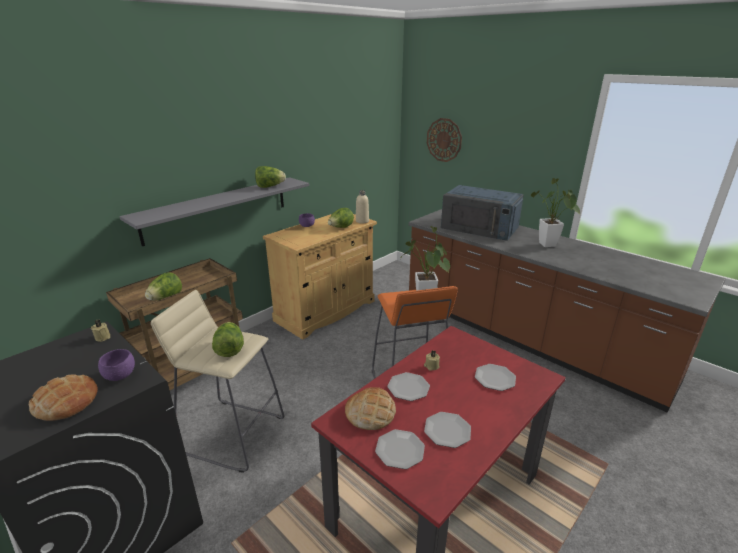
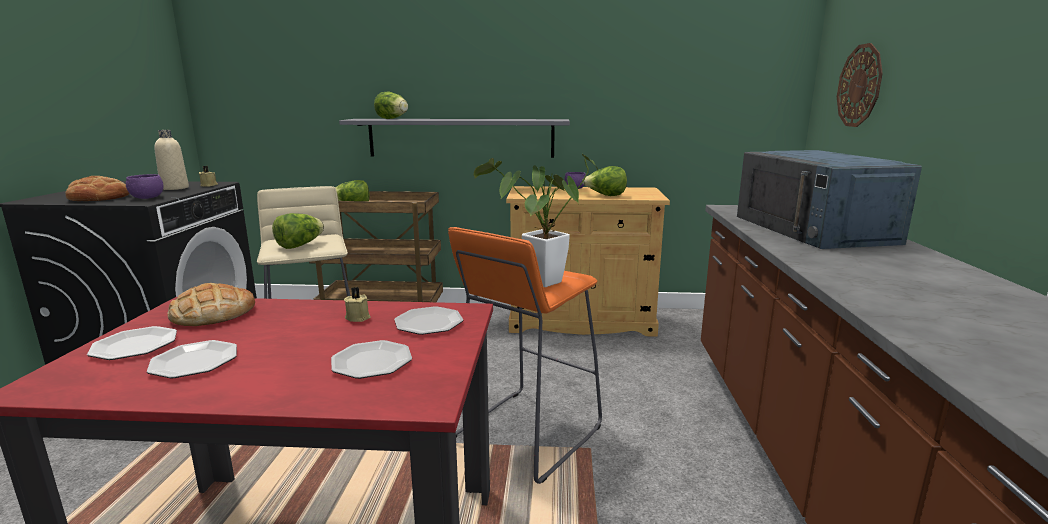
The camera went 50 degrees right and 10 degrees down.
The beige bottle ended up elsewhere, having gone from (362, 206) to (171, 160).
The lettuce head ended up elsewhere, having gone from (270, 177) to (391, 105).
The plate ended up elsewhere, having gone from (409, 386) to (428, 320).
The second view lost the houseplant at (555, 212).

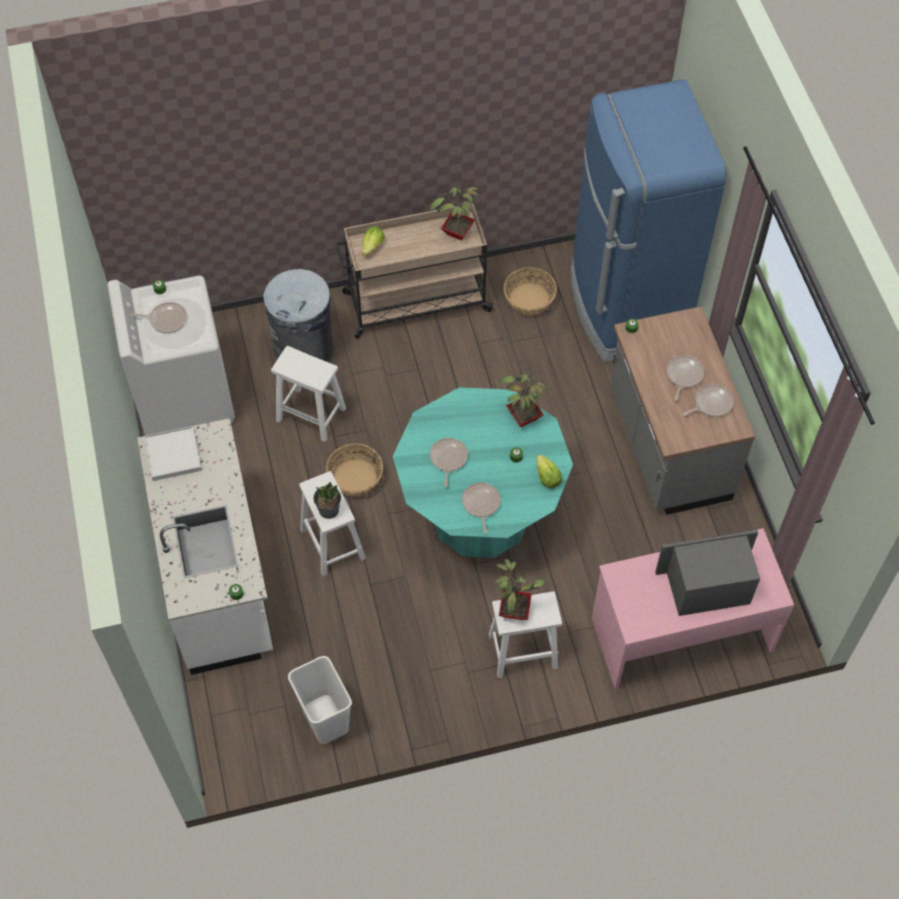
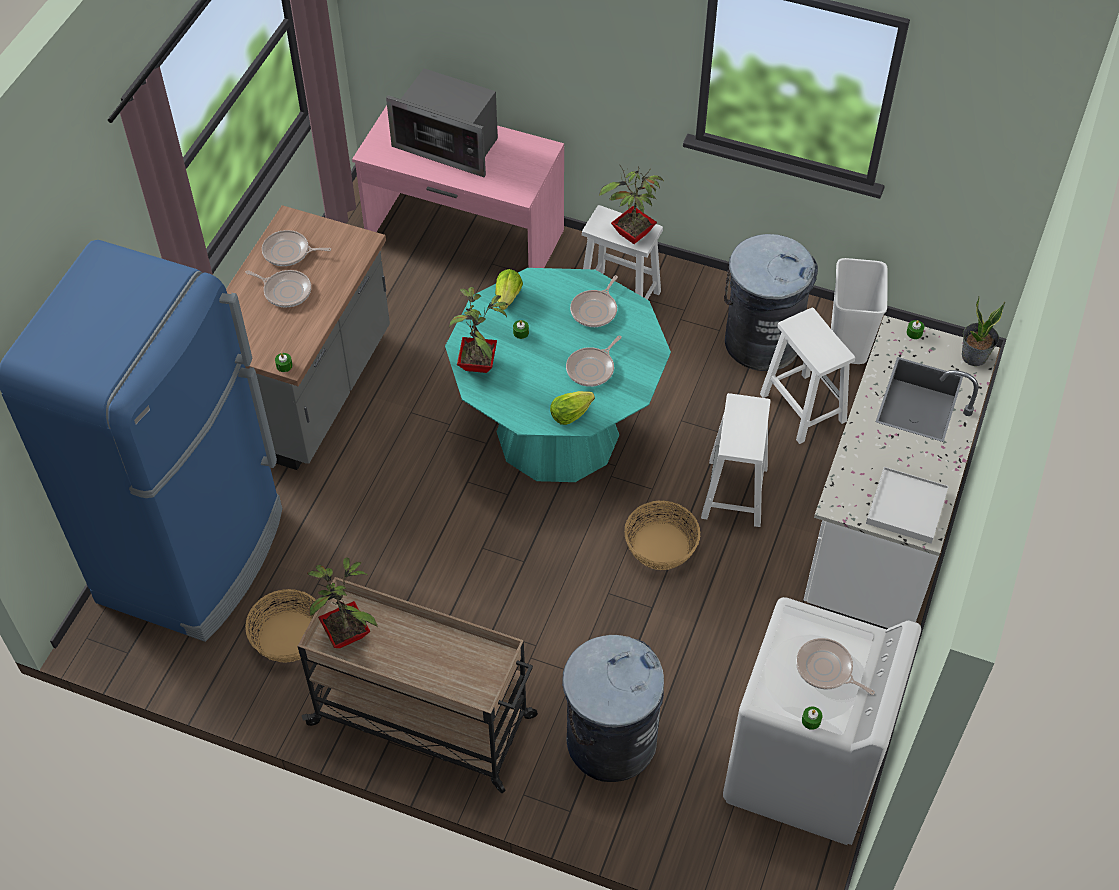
The camera went 145 degrees left and 5 degrees down.
The frying pan at (685, 377) ended up facing another way, 120 degrees counterclockwise from before.
The lettuce head ended up elsewhere, having gone from (373, 241) to (572, 408).
The second view gained the greyish rubbish bin at (771, 302).
The white stool ended up elsewhere, having gone from (308, 394) to (807, 376).
The houseplant ended up elsewhere, having gone from (327, 500) to (983, 331).

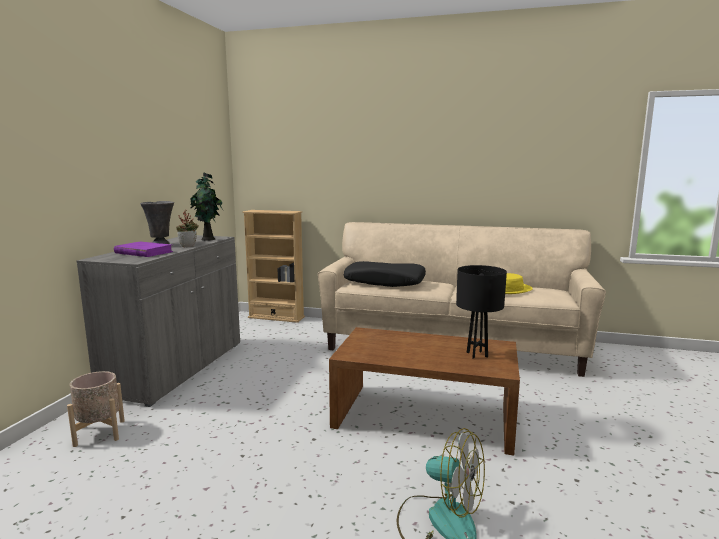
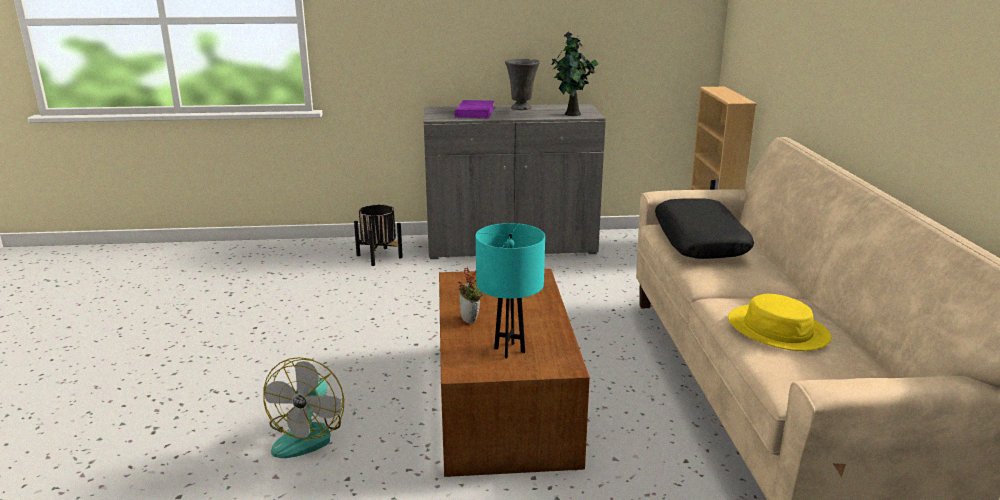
The camera went 70 degrees right and 10 degrees up.
What was the beige planter at (96, 409) turned into the blackish planter at (378, 235).
The houseplant ended up elsewhere, having gone from (187, 228) to (470, 295).
What was the blackish lamp for a table at (481, 312) turned into the turquoise-coloured lamp for a table at (510, 290).

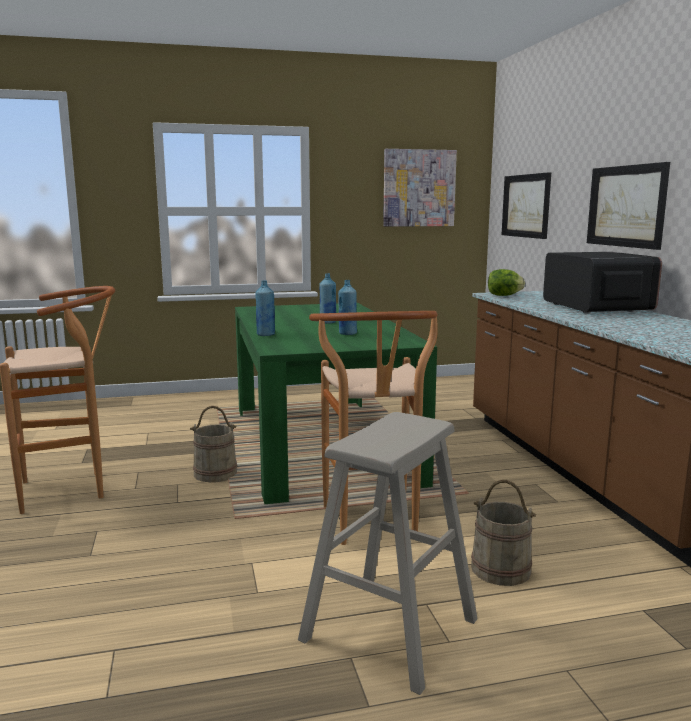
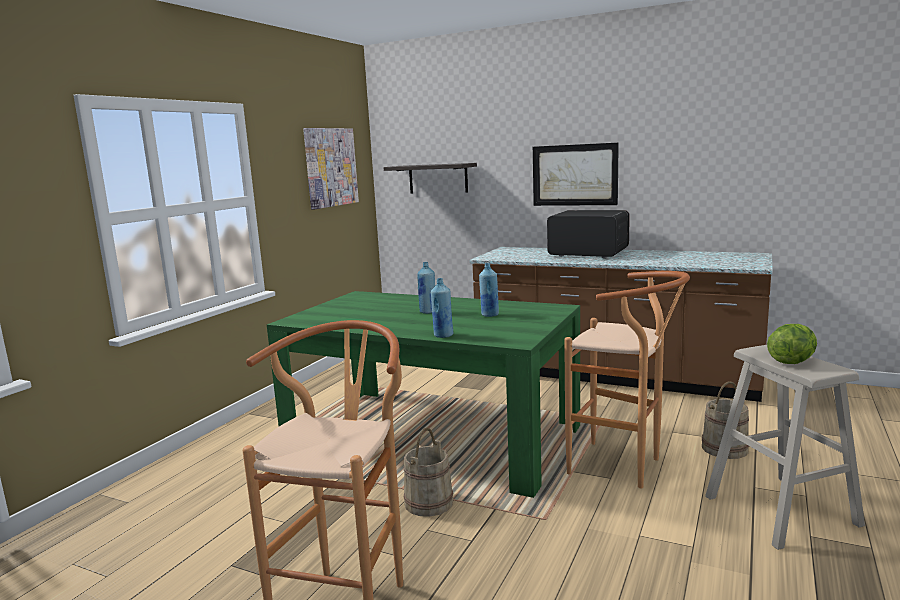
The camera went 50 degrees left and 0 degrees up.
Where the wall picture hung at (526, 205), the shelf came to hang at (430, 178).
The lettuce head ended up elsewhere, having gone from (506, 282) to (792, 344).

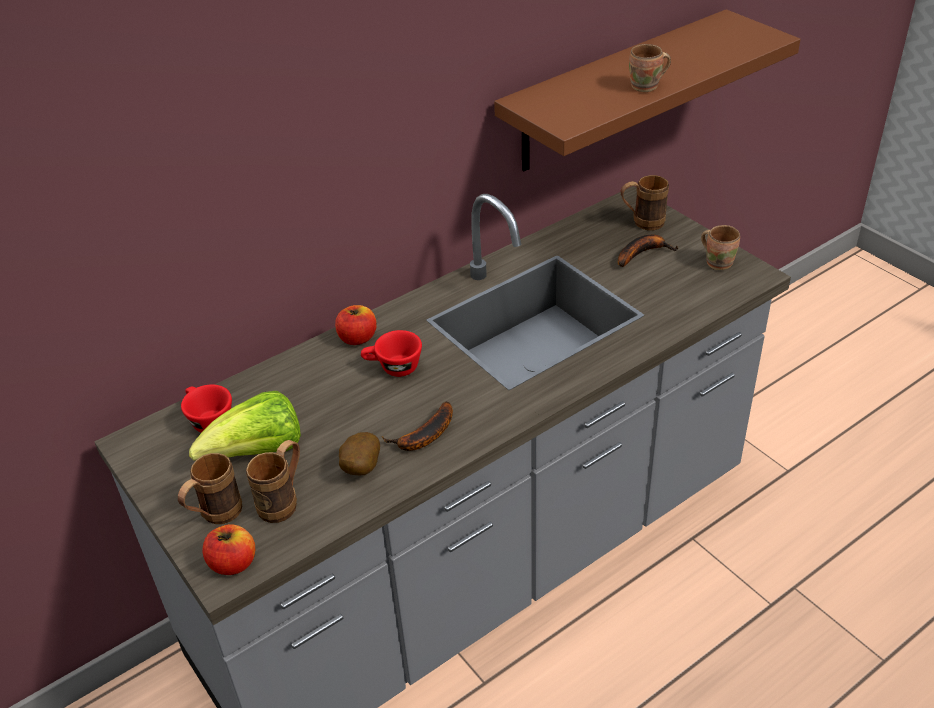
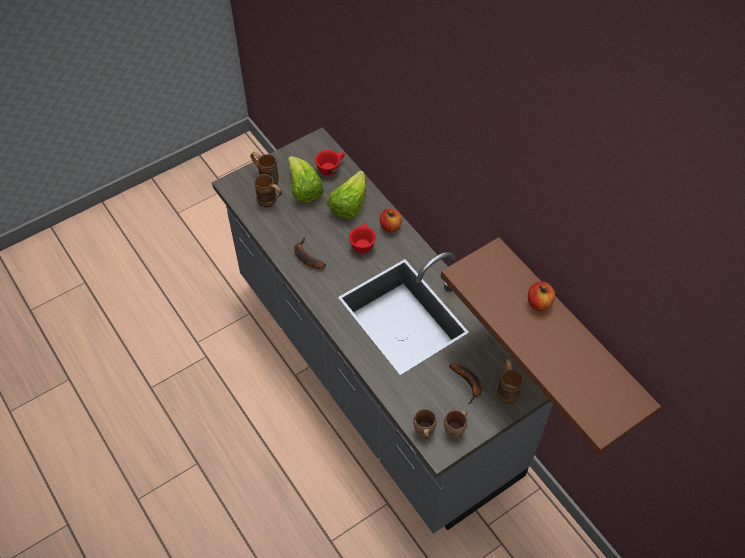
The camera went 90 degrees right and 15 degrees up.
The second view gained the lettuce head at (346, 194).
The brown tea mug ended up elsewhere, having gone from (650, 68) to (425, 424).
The apple ended up elsewhere, having gone from (228, 549) to (541, 296).
The second view lost the potato at (359, 453).

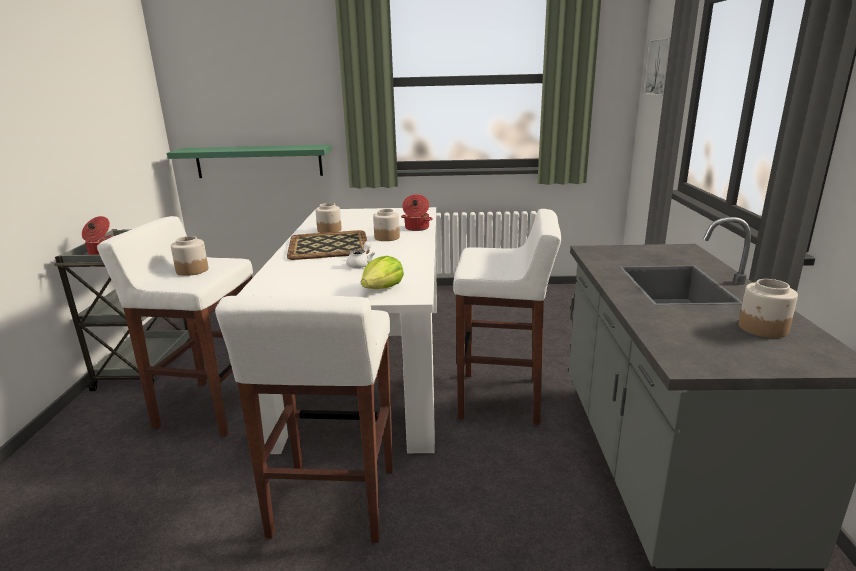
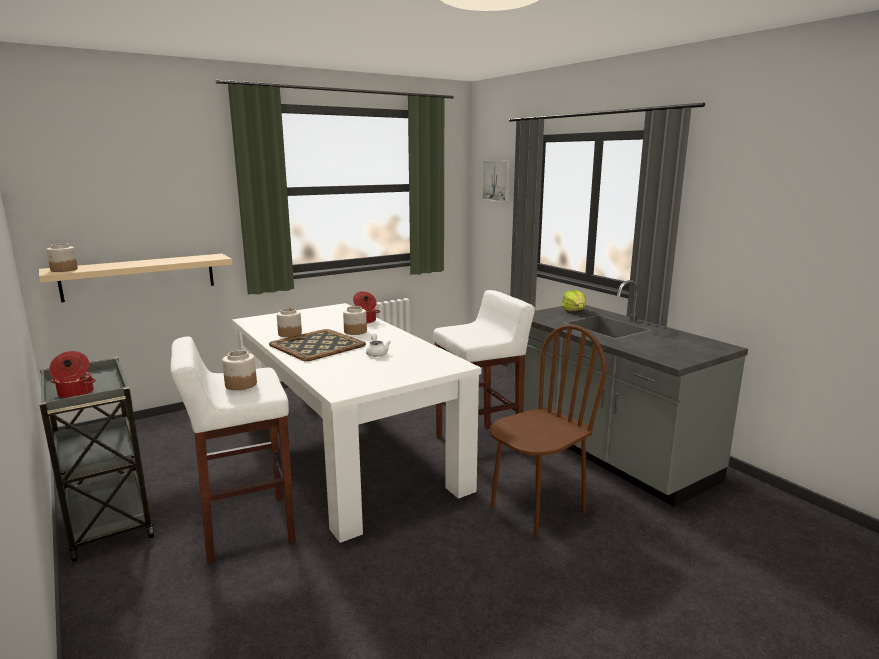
The camera went 35 degrees left and 5 degrees down.
What was the greenish shelf at (249, 161) turned into the beige shelf at (136, 278).
The jar ended up elsewhere, having gone from (768, 308) to (62, 257).
The second view gained the brown chair at (548, 430).
The lettuce head ended up elsewhere, having gone from (382, 272) to (573, 300).
The second view lost the white stool at (304, 419).

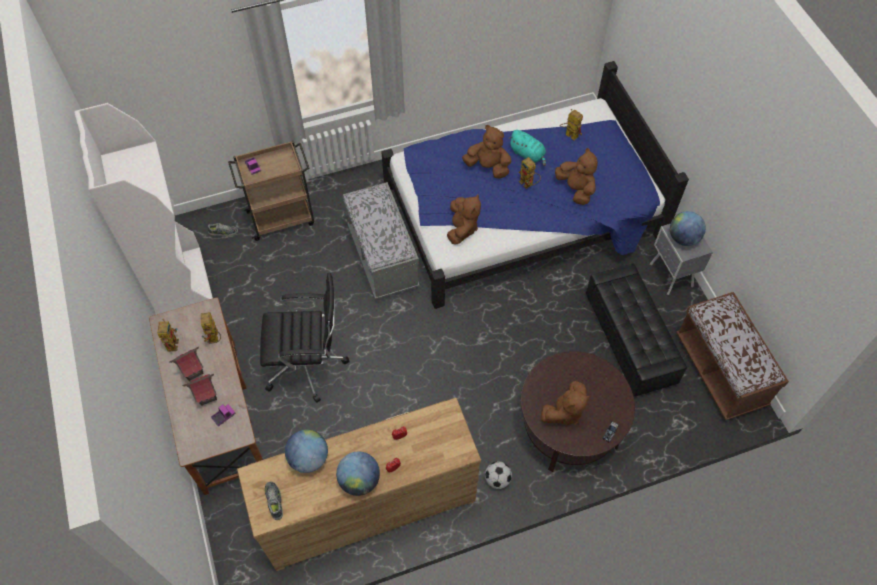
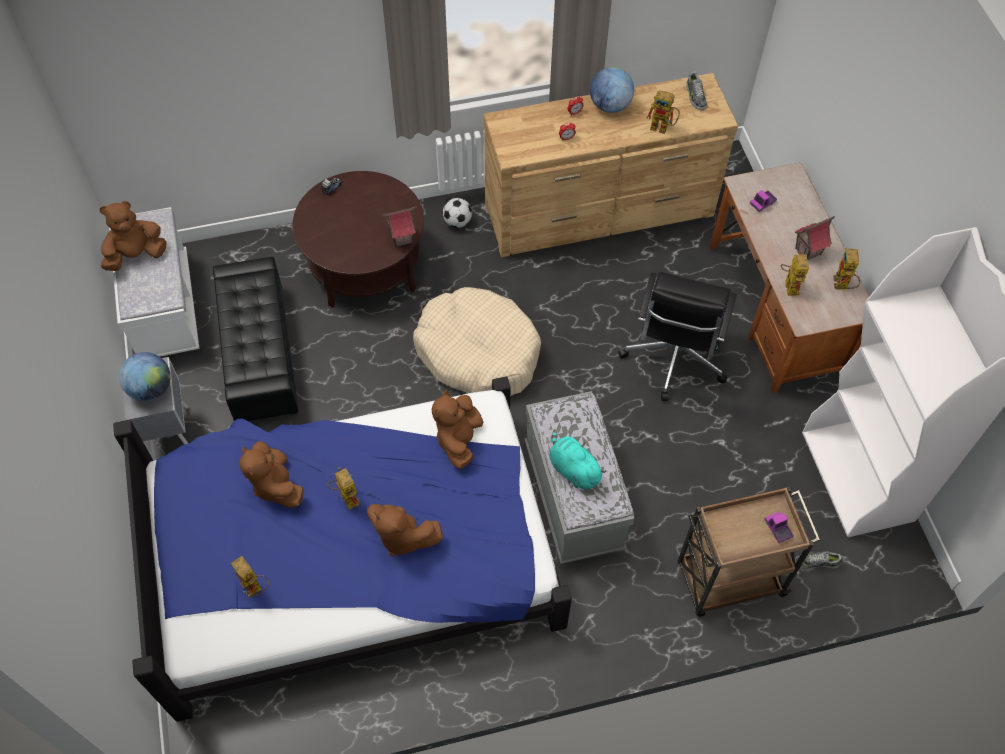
The camera went 175 degrees left and 0 degrees up.
The brown cuddly toy ended up elsewhere, having gone from (565, 403) to (133, 236).
What was the brown long seat at (732, 356) turned into the white long seat at (154, 282).
The miniature house ended up elsewhere, having gone from (199, 390) to (399, 227).
The second view gained the beige pet bed at (477, 341).
The turquoise-coloured cuddly toy ended up elsewhere, having gone from (527, 148) to (578, 459).
The blackish computer chair at (305, 338) ended up facing another way, 75 degrees counterclockwise from before.
Where the world globe stood at (306, 451), the model robot came to stand at (663, 112).

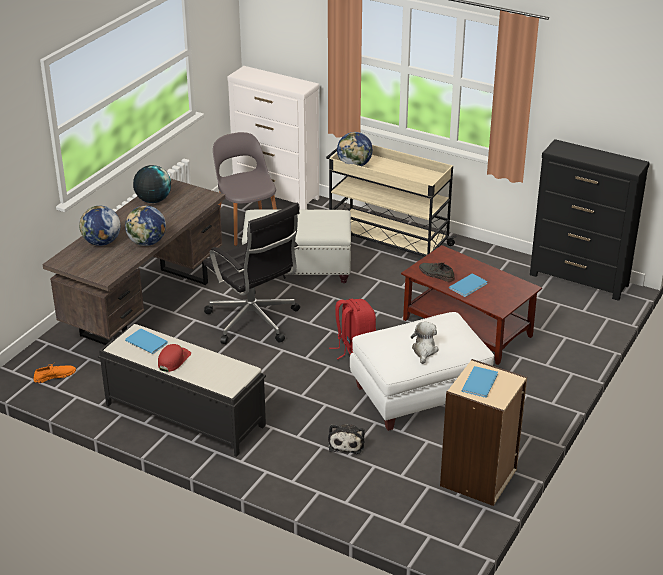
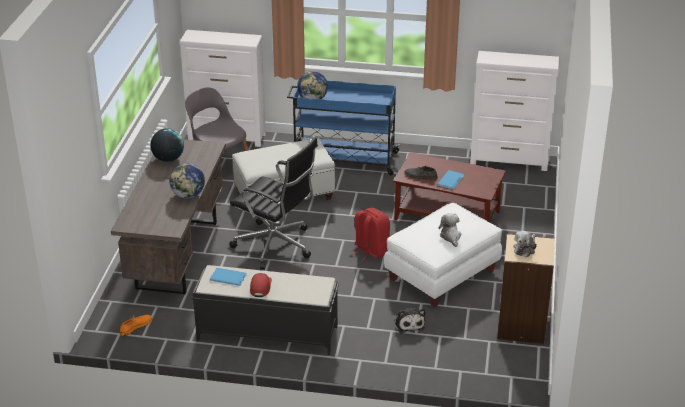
The camera went 20 degrees left and 0 degrees up.
What was the beige wheeled cart at (391, 201) turned into the blue-coloured wheeled cart at (343, 127).
What was the blackish chest of drawers at (589, 220) turned into the white chest of drawers at (514, 111).
Where the blue-coloured bound book stood at (480, 382), the cuddly toy came to stand at (525, 244).
The second view lost the world globe at (100, 226).

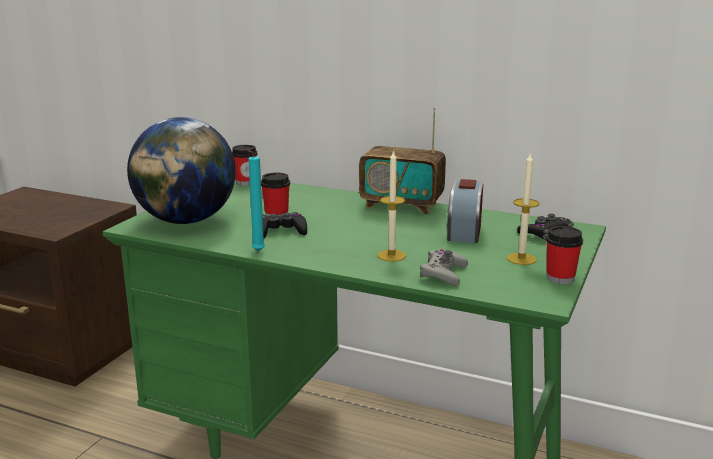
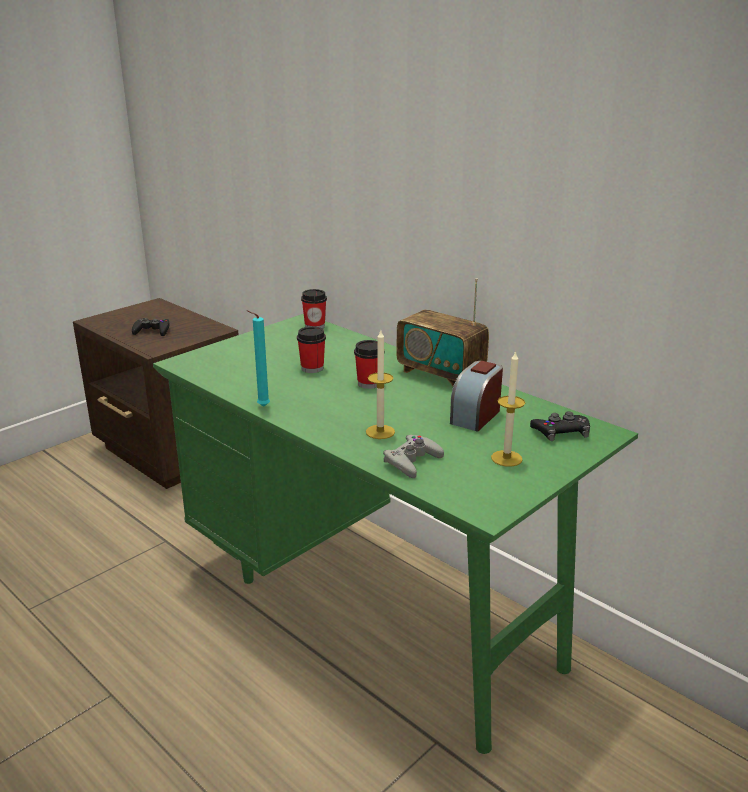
The camera went 20 degrees right and 5 degrees up.
The blackish joypad ended up elsewhere, having gone from (285, 225) to (150, 327).
The drinking cup ended up elsewhere, having gone from (564, 255) to (365, 364).
The second view lost the world globe at (181, 170).

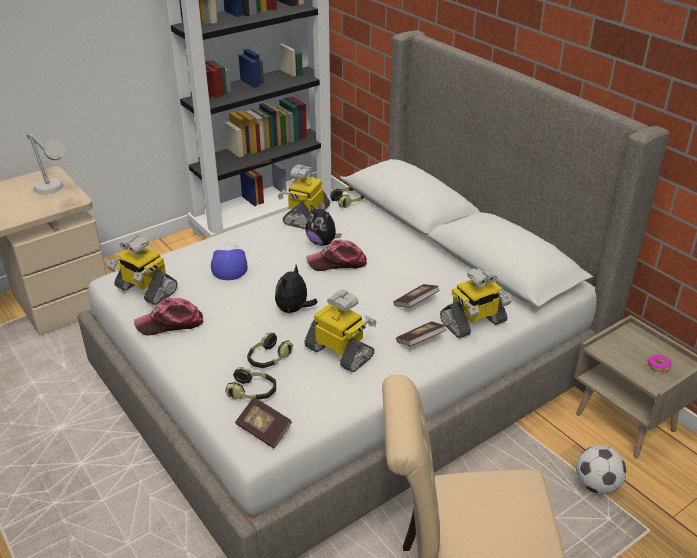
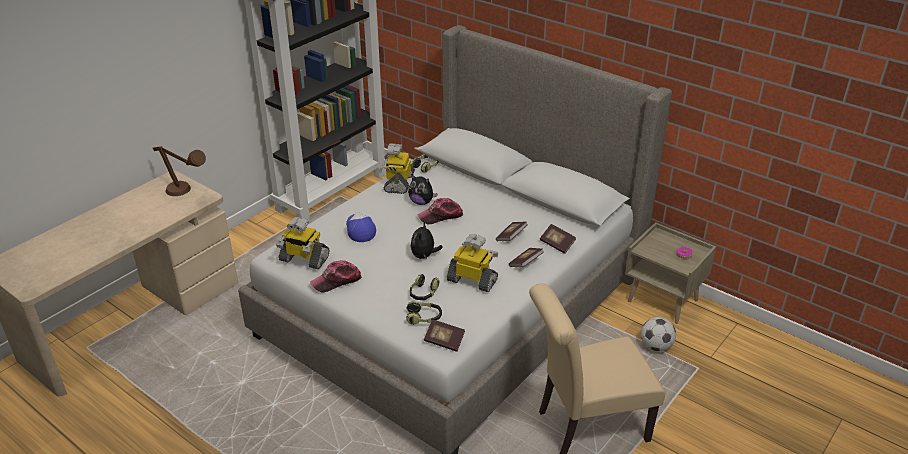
The camera went 15 degrees left and 0 degrees up.
What was the greyish lamp for a table at (45, 164) turned into the brown lamp for a table at (179, 171).
Where the model robot stood at (476, 302), the bound book came to stand at (558, 239).

